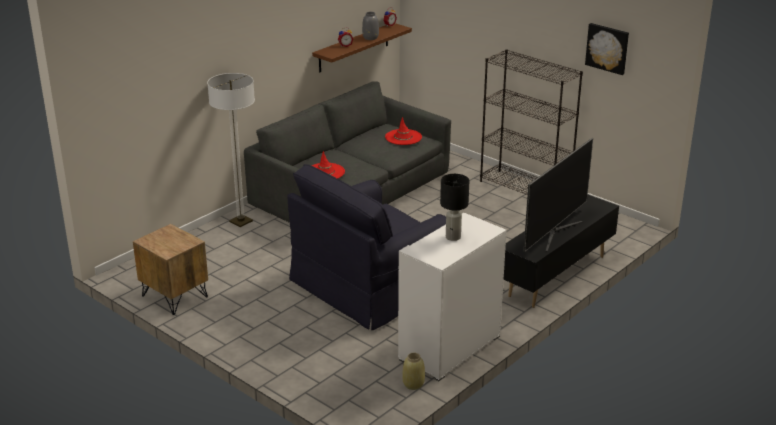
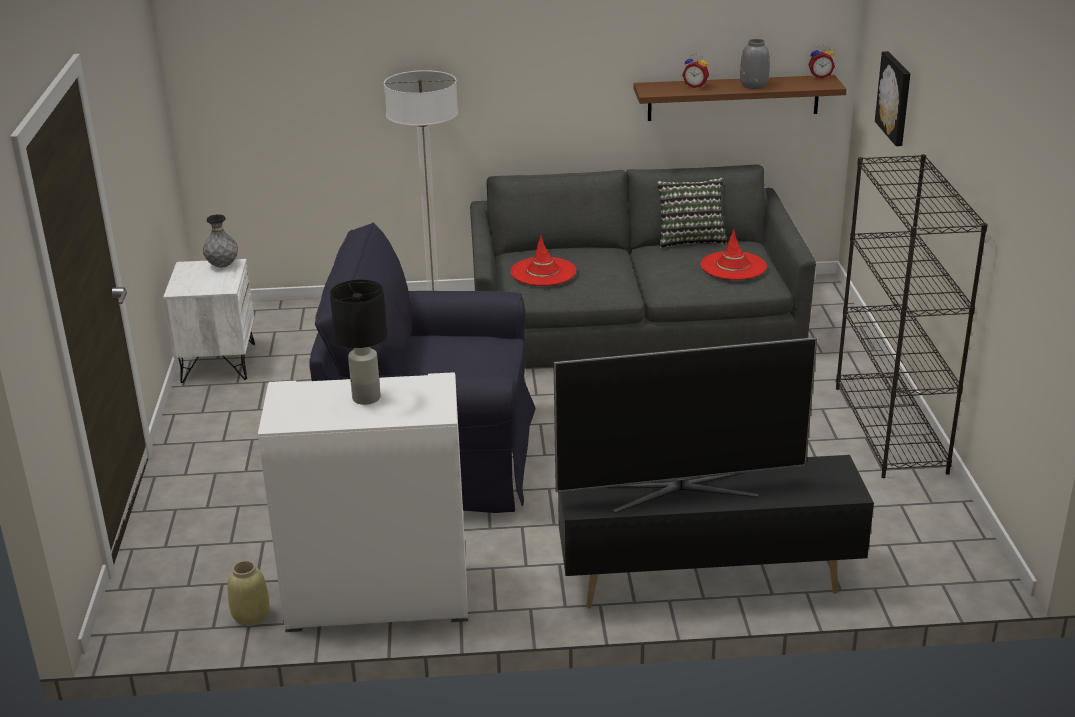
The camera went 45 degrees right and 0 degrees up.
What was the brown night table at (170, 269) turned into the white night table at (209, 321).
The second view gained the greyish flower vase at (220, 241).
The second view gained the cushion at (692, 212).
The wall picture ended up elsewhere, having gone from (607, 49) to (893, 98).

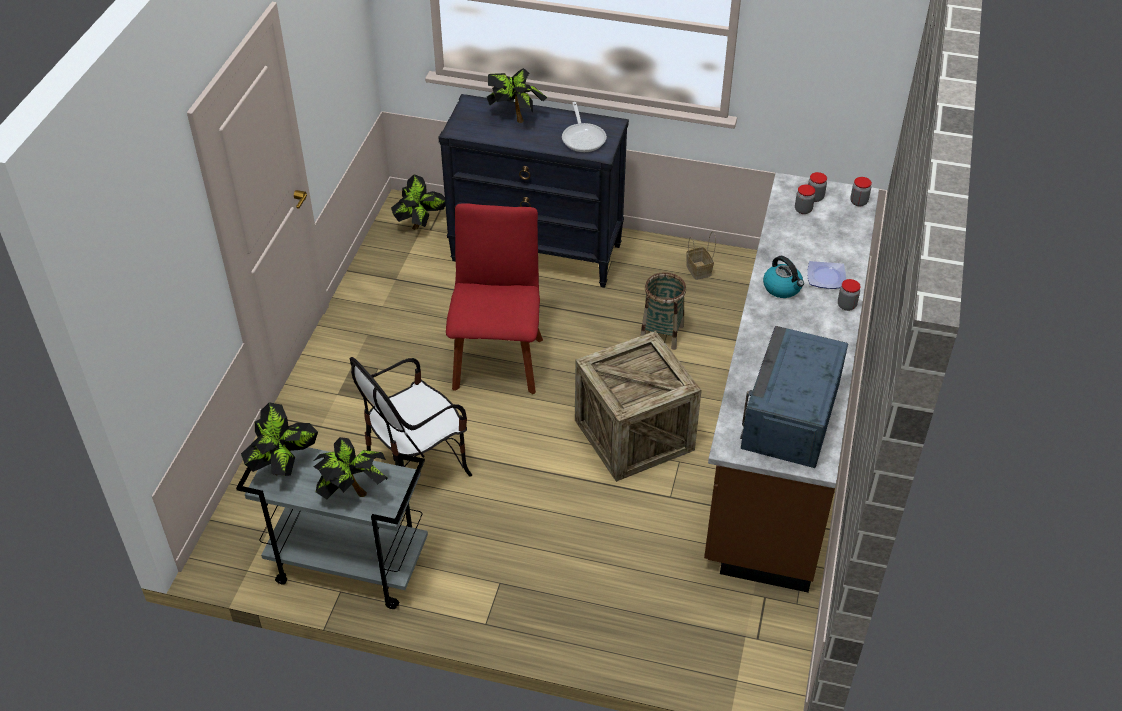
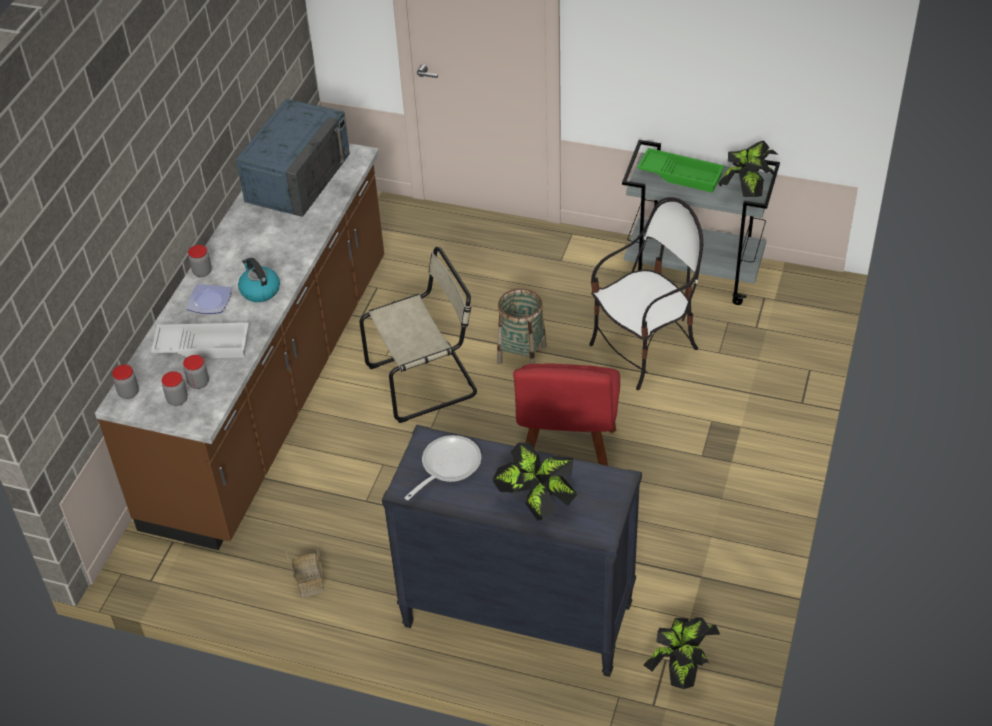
The camera went 175 degrees left and 0 degrees up.
The second view gained the white carrying tray at (200, 340).
Where the packing crate stood at (638, 406), the beige chair came to stand at (418, 335).
The frying pan at (584, 127) ended up facing another way, 45 degrees clockwise from before.
The storage basket ended up elsewhere, having gone from (663, 311) to (522, 326).
Where the houseplant stood at (351, 468), the greenish carrying tray came to stand at (681, 170).

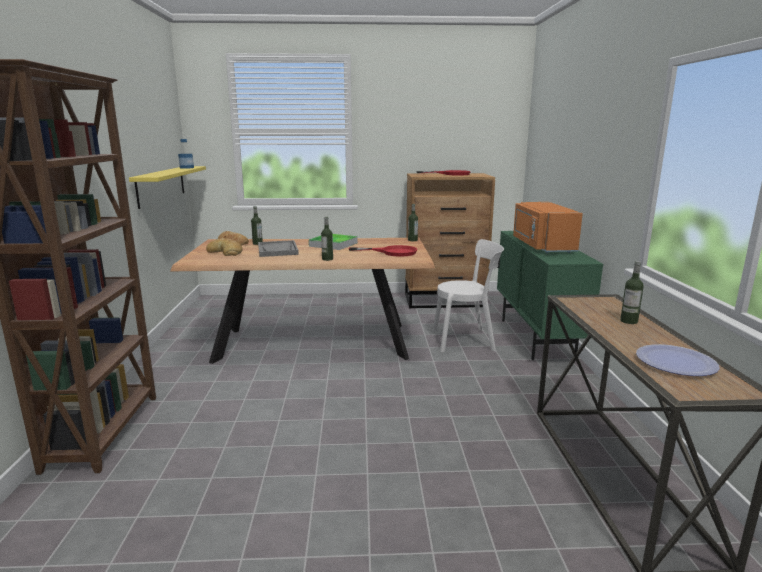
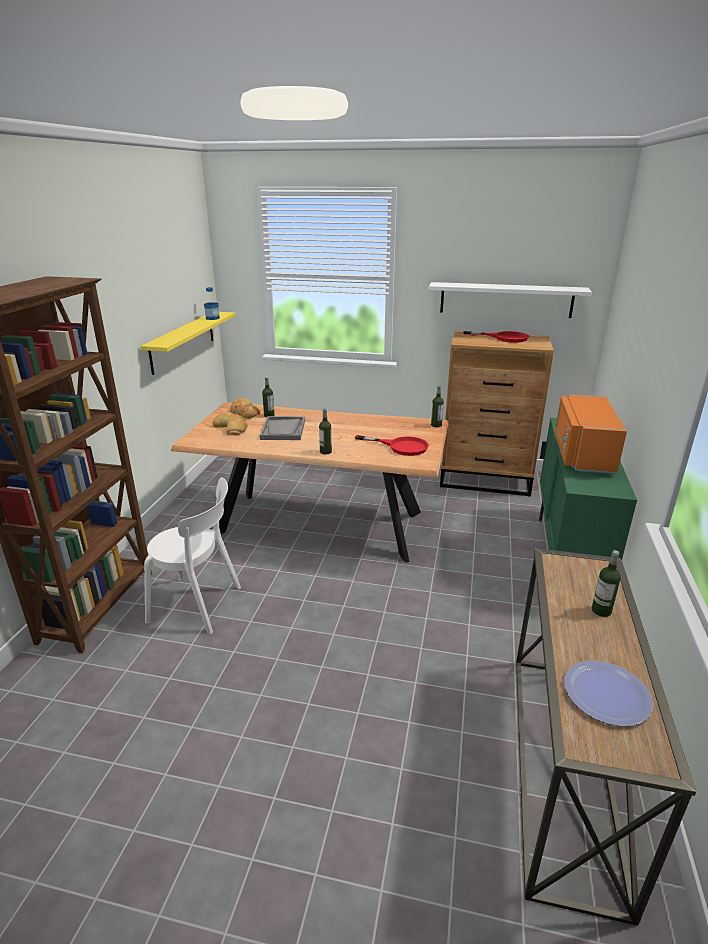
The camera went 15 degrees right and 10 degrees up.
The white chair ended up elsewhere, having gone from (468, 295) to (192, 556).
The second view gained the white shelf at (510, 300).
The second view lost the carrying tray at (333, 242).

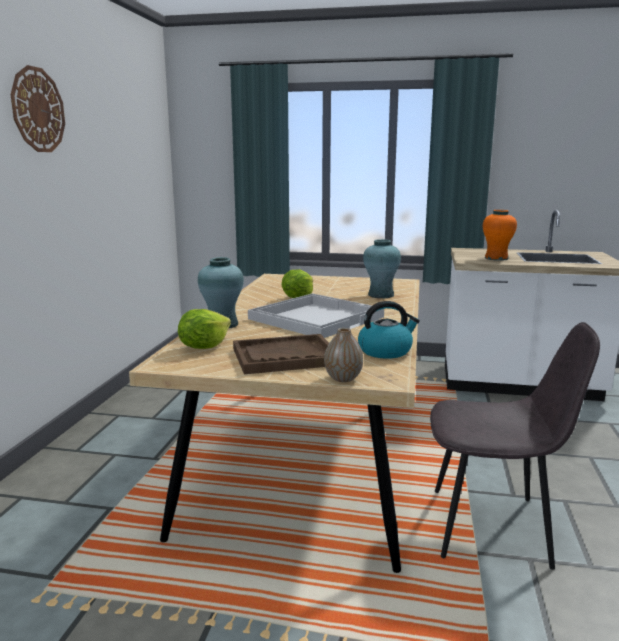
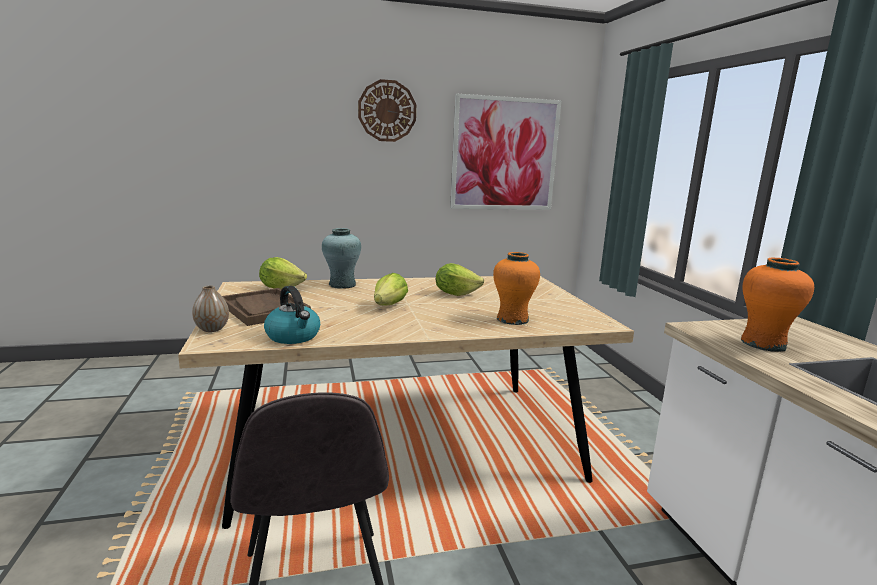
The camera went 65 degrees right and 0 degrees up.
Where the white carrying tray stood at (316, 315), the lettuce head came to stand at (391, 289).
The second view gained the wall picture at (505, 152).
What was the turquoise-coloured flower vase at (382, 268) turned into the orange-coloured flower vase at (516, 288).

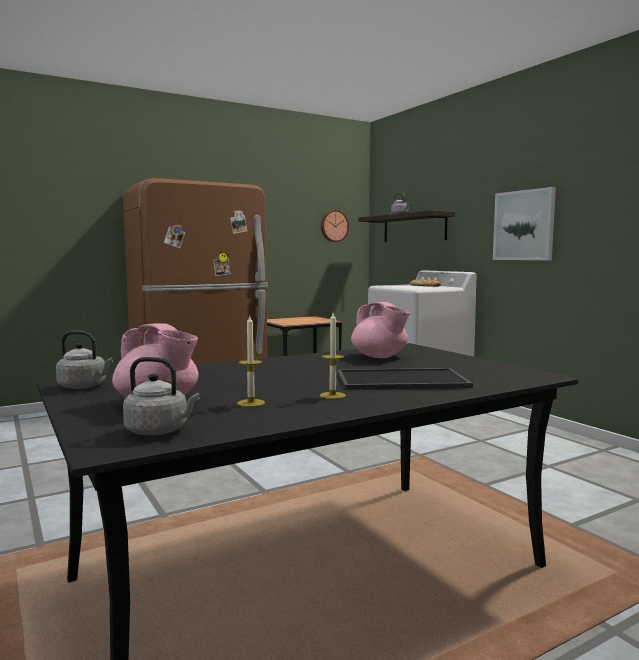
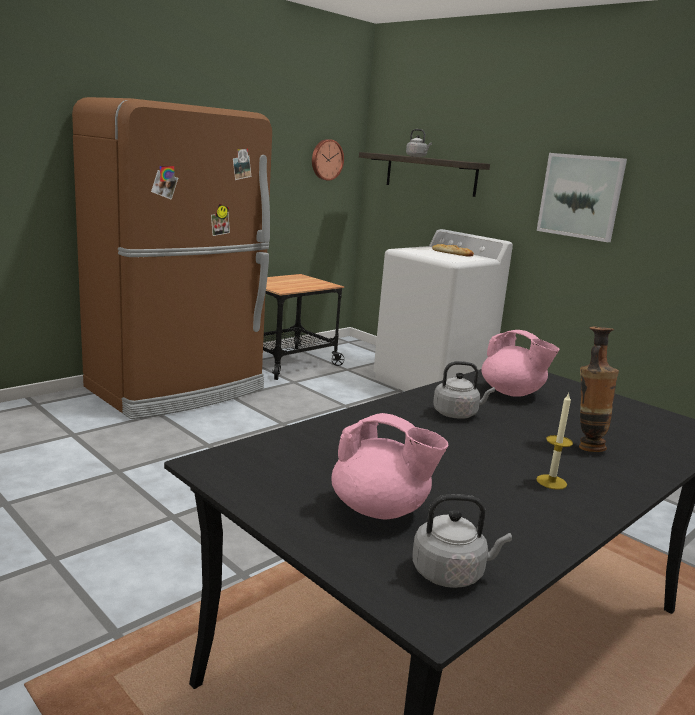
The camera went 15 degrees left and 10 degrees up.
The greyish kettle ended up elsewhere, having gone from (85, 360) to (464, 390).
Where the carrying tray stood at (405, 379), the flower vase came to stand at (599, 389).
The second view lost the wax candle at (251, 361).

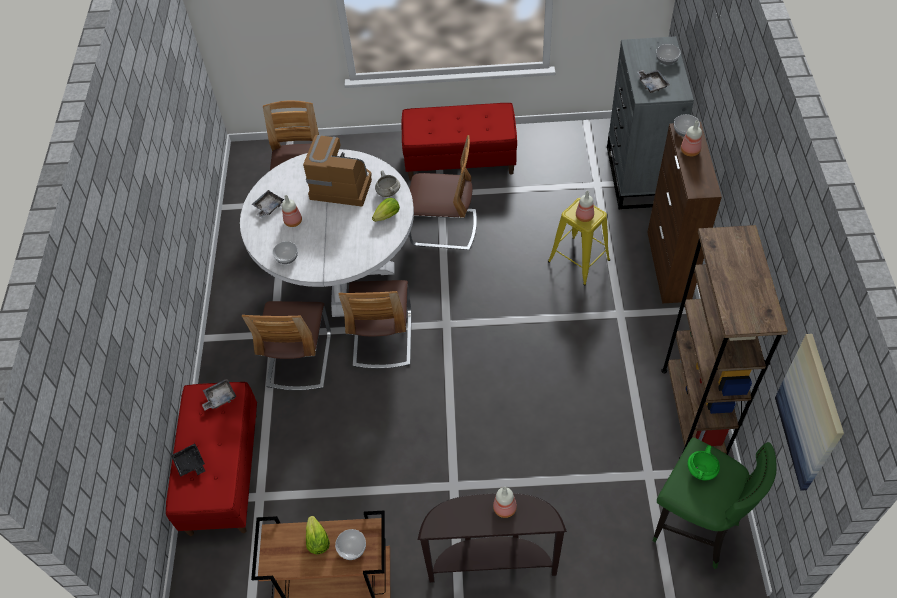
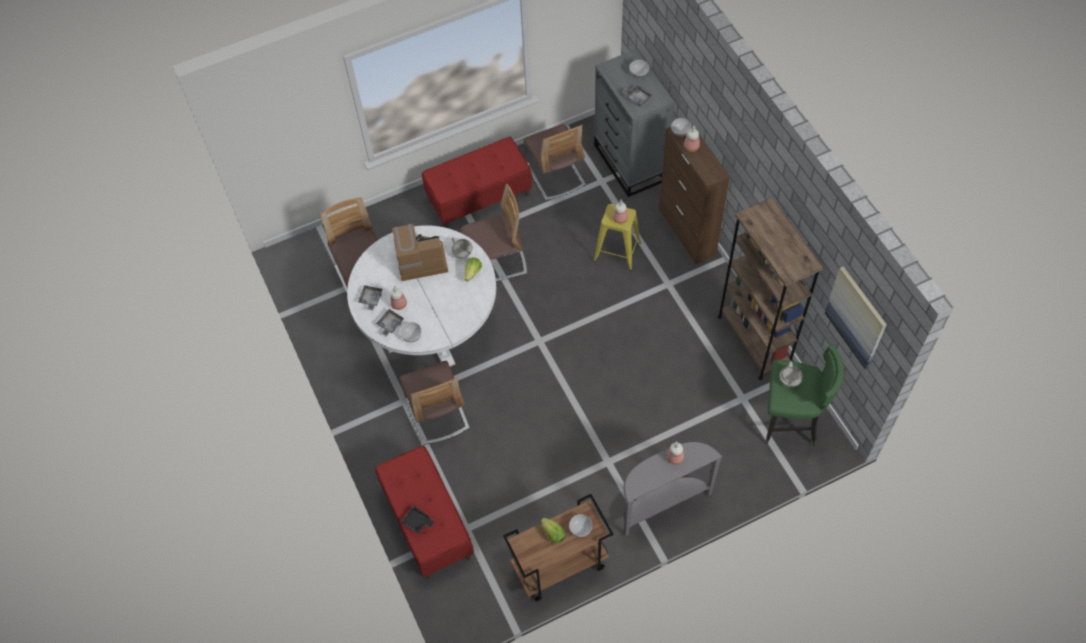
The camera went 25 degrees left and 5 degrees up.
The greyish carrying tray ended up elsewhere, having gone from (219, 395) to (390, 322).
The chair ended up elsewhere, having gone from (374, 324) to (554, 162).
What was the brown narrow table at (492, 537) turned into the greyish narrow table at (673, 489).
What was the greenish cooking pot at (703, 462) turned into the white cooking pot at (791, 374).

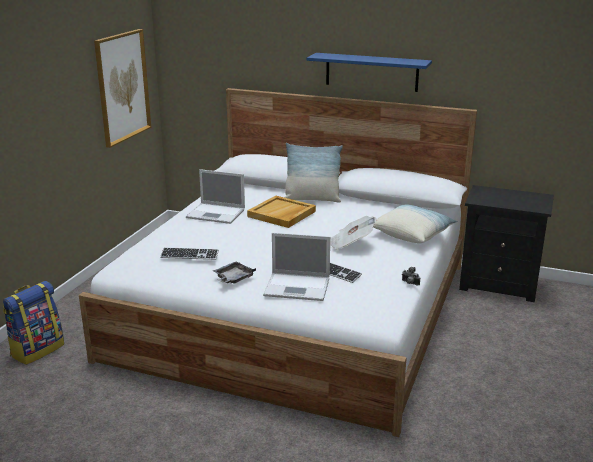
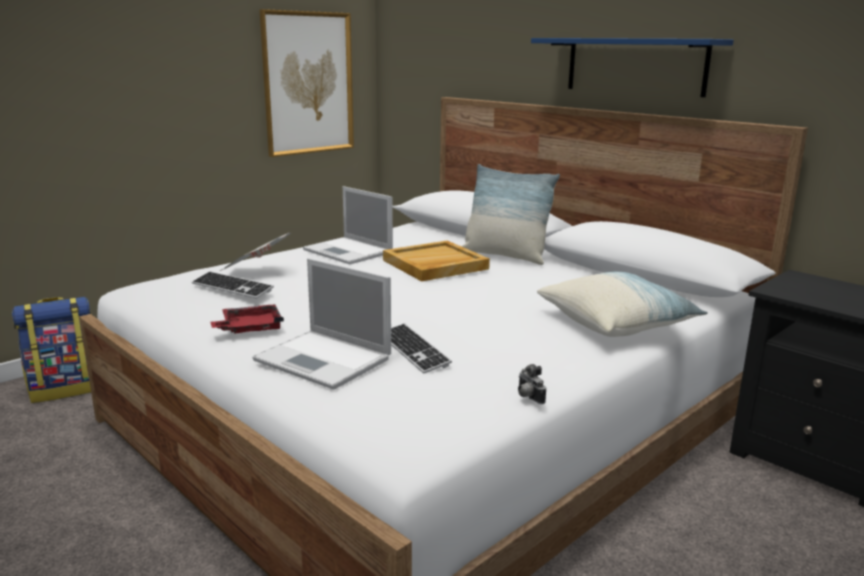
The camera went 25 degrees right and 5 degrees down.
What was the greyish carrying tray at (234, 272) turned into the red carrying tray at (247, 318).
The daily paper ended up elsewhere, having gone from (353, 233) to (255, 252).

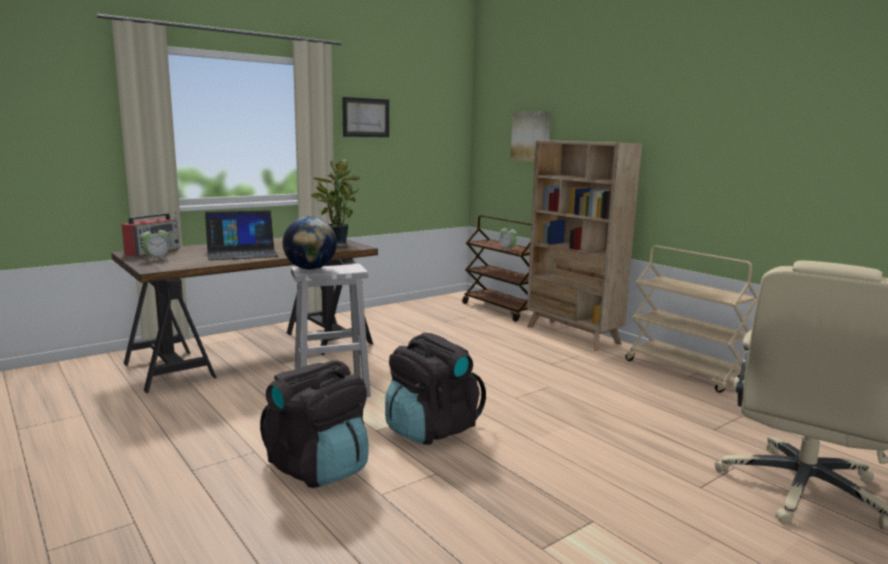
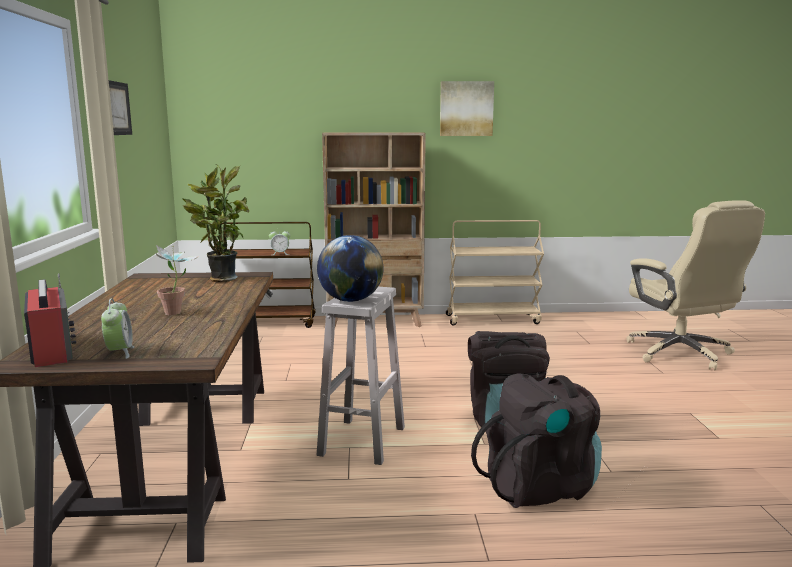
The camera went 55 degrees left and 0 degrees up.
Where the portable computer stood at (242, 235), the houseplant came to stand at (177, 280).
The wall picture ended up elsewhere, having gone from (530, 136) to (467, 108).

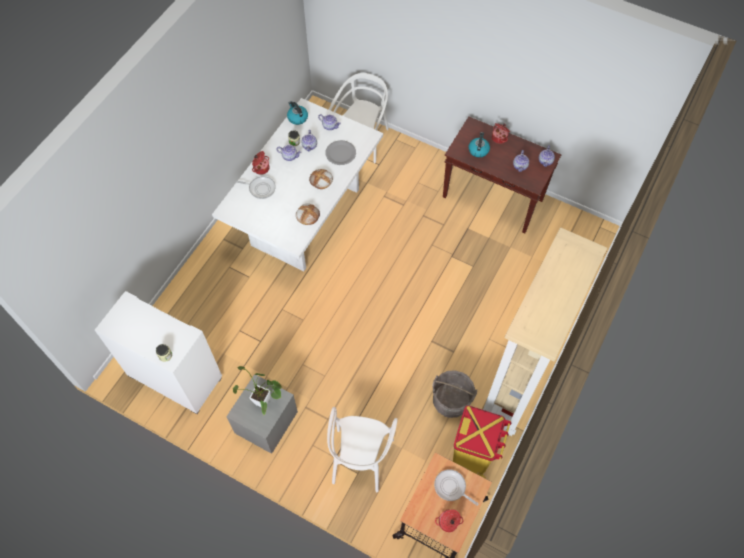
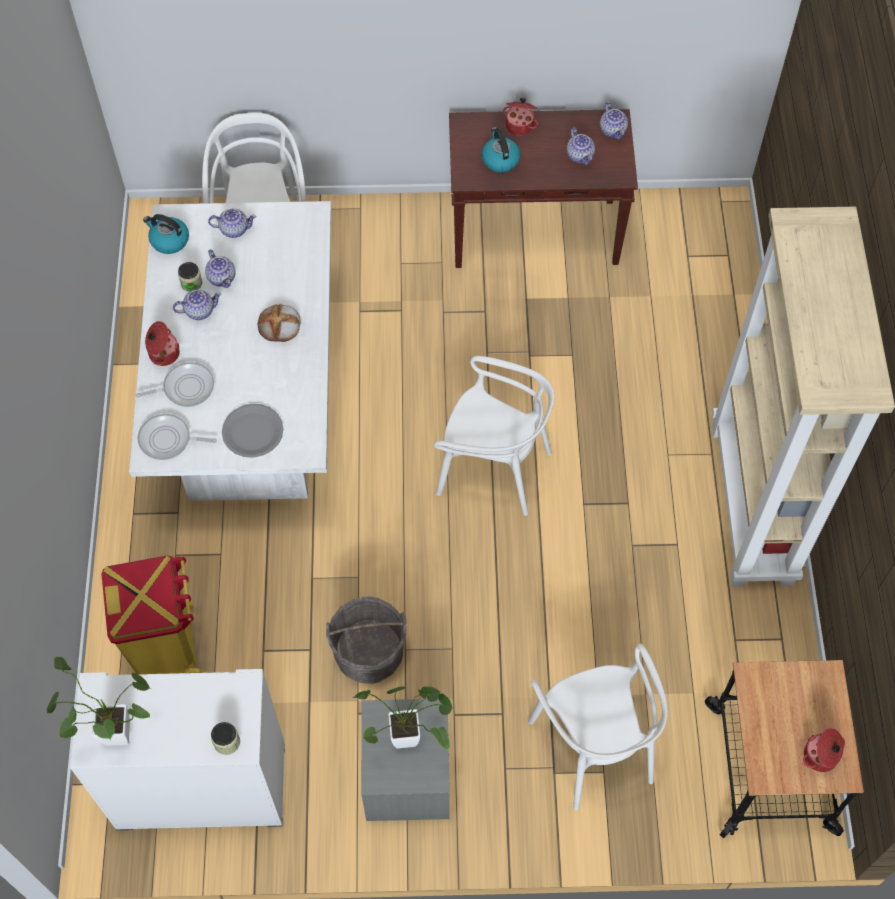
The camera went 30 degrees left and 0 degrees up.
The second view gained the houseplant at (98, 701).
The yellowish rubbish bin ended up elsewhere, having gone from (482, 442) to (151, 614).
The frying pan ended up elsewhere, having gone from (456, 487) to (177, 437).
The greyish plate ended up elsewhere, having gone from (341, 152) to (253, 431).
The greyish water bucket ended up elsewhere, having gone from (454, 394) to (366, 640).
The second view gained the white chair at (494, 436).
The second view lost the bakery bread at (308, 214).

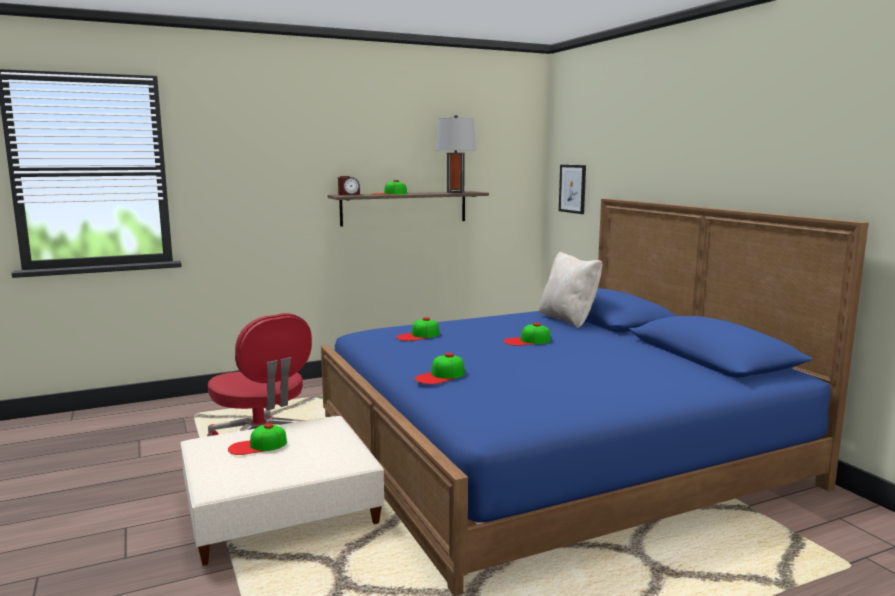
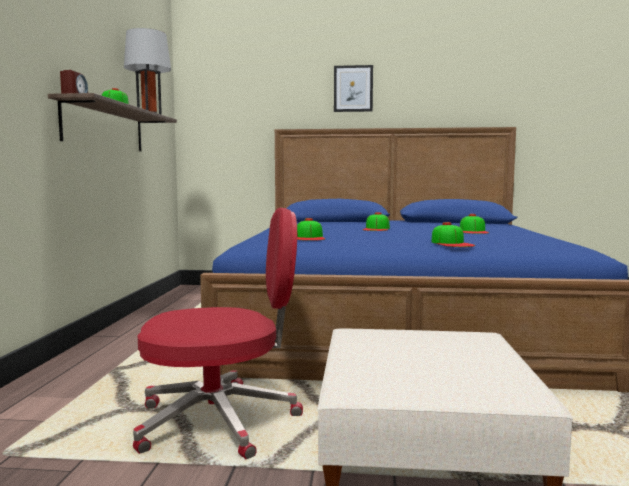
The camera went 60 degrees left and 5 degrees down.
The wall picture ended up elsewhere, having gone from (572, 189) to (353, 88).
The cap ended up elsewhere, having gone from (257, 439) to (474, 224).
The second view lost the beige cushion at (570, 290).

